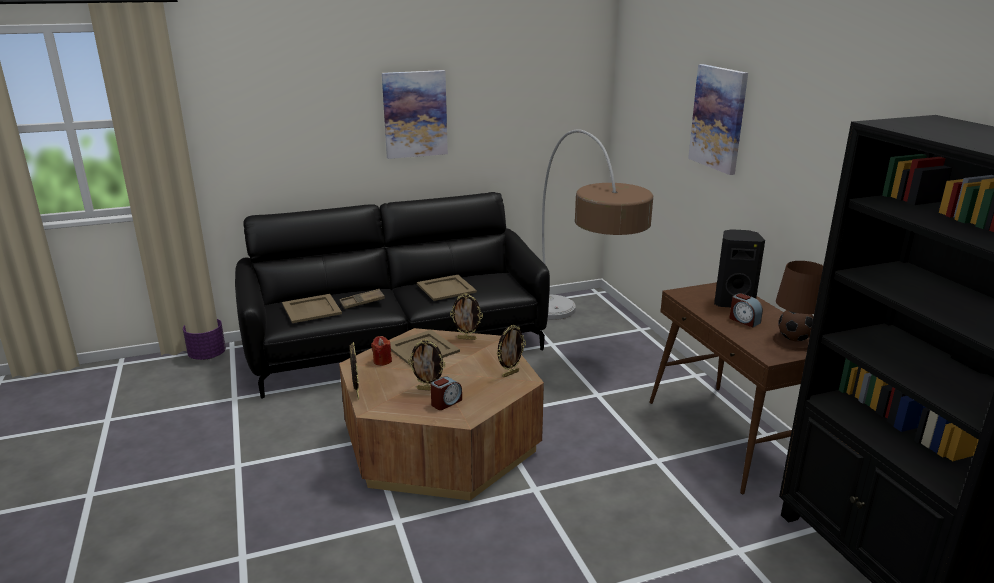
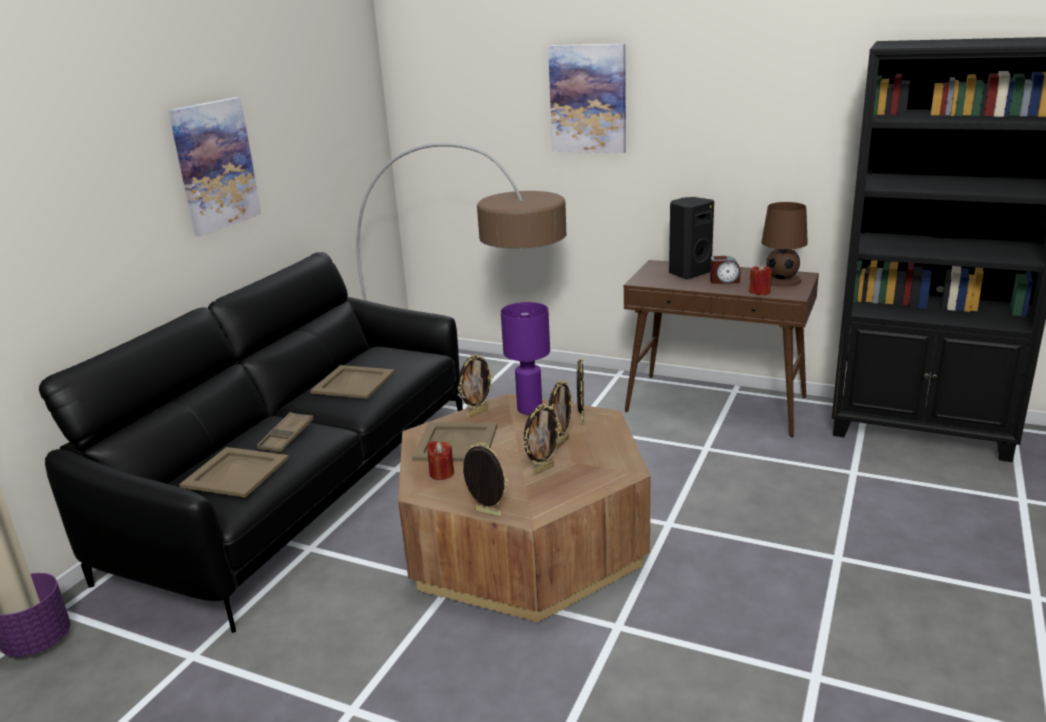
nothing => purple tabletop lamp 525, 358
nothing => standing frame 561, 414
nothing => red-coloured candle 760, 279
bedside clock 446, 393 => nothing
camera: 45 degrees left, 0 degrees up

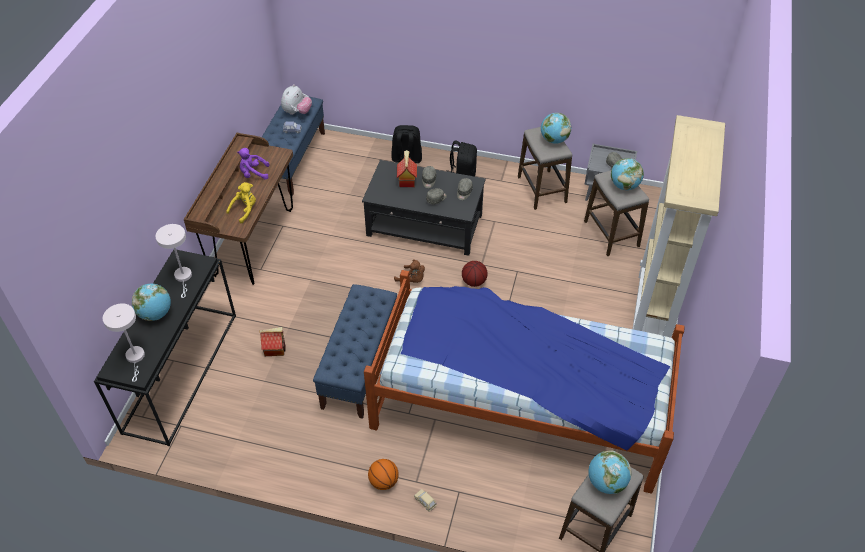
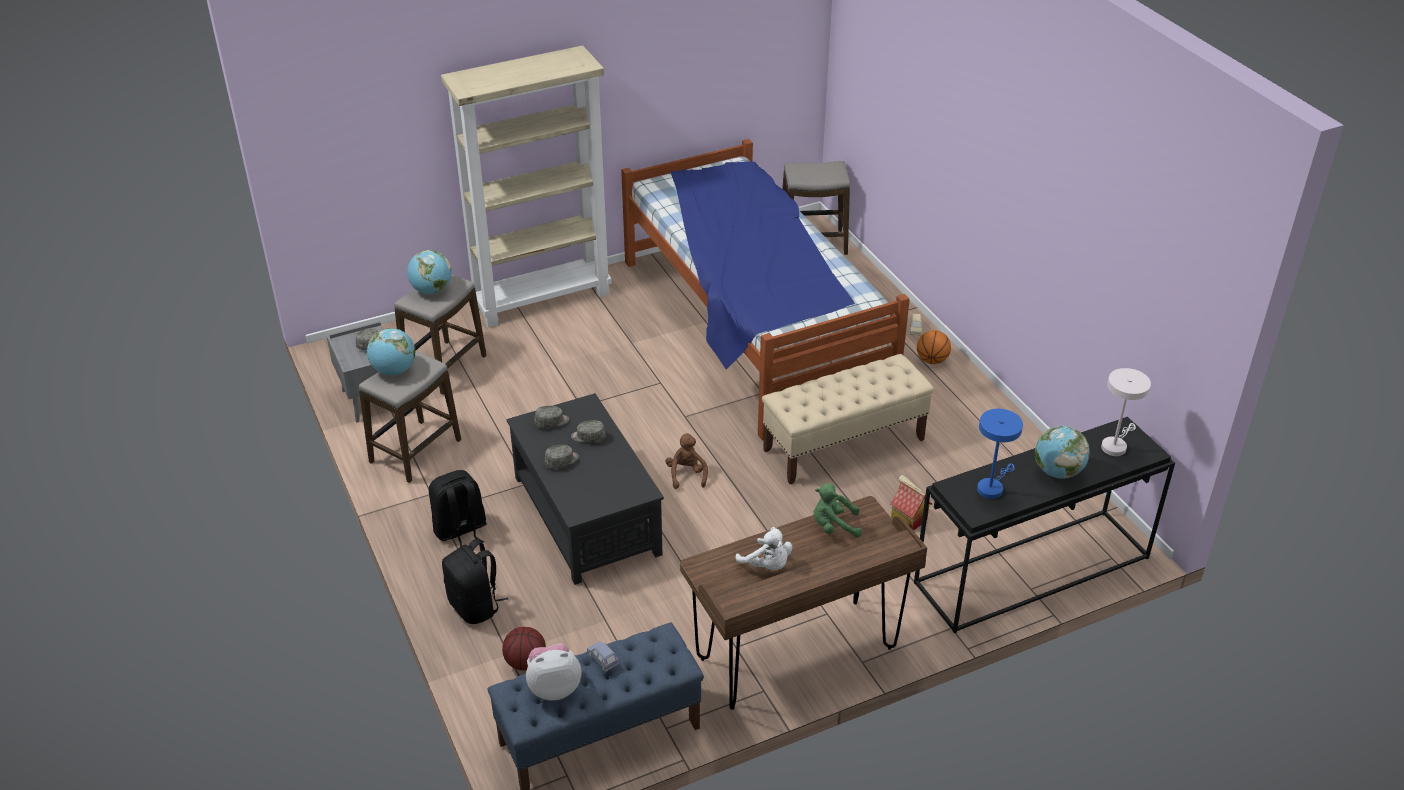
basketball 475, 274 => basketball 524, 648, moved
purple soft toy 253, 164 => white-coloured soft toy 764, 548
blue bench 355, 351 => sand-coloured bench 848, 419
yellowish soft toy 241, 202 => greenish soft toy 838, 510
white-coloured tabletop lamp 173, 261 => blue tabletop lamp 1000, 454
model house 407, 168 => nothing
desk globe 610, 472 => nothing
camera: 130 degrees left, 10 degrees down

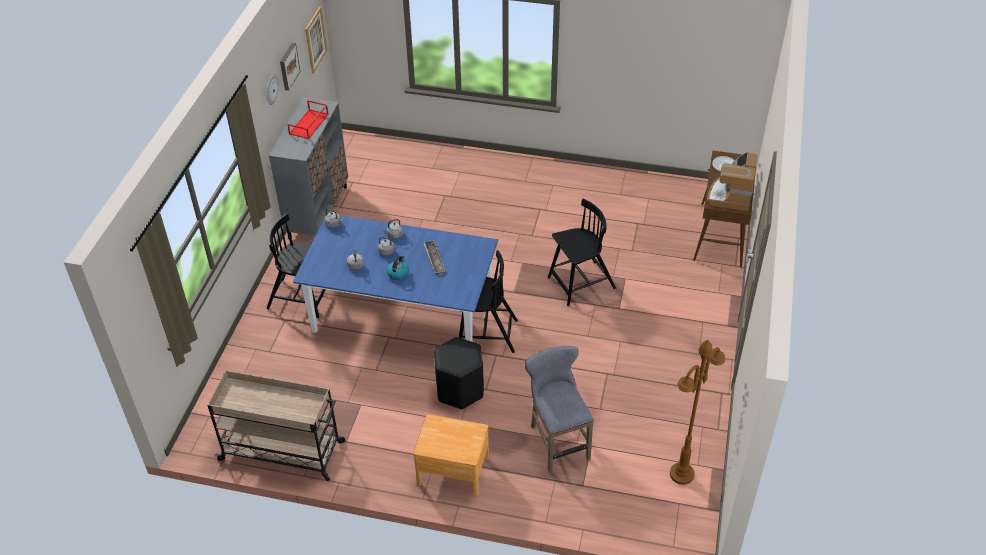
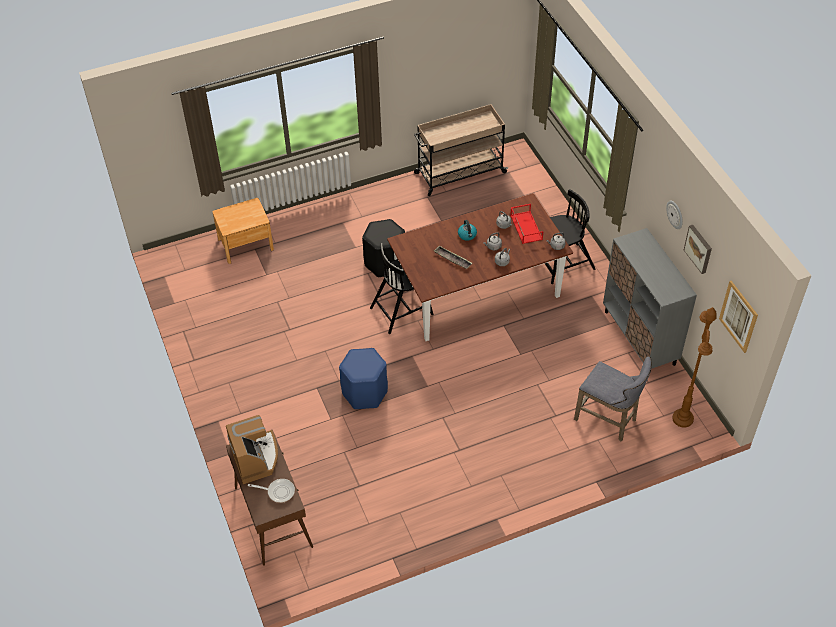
brown-coloured nightstand 451, 455 => brown-coloured nightstand 243, 231, moved
blackish chair 582, 252 => blue stool seat 363, 378
blue dinner table 395, 279 => brown-coloured dinner table 480, 267
red-coloured serving tray 308, 119 => red-coloured serving tray 526, 224, moved
gray stool seat 559, 409 => gray stool seat 613, 399, moved
brown-coloured standard lamp 697, 412 => brown-coloured standard lamp 694, 367, moved
camera: 145 degrees right, 5 degrees up

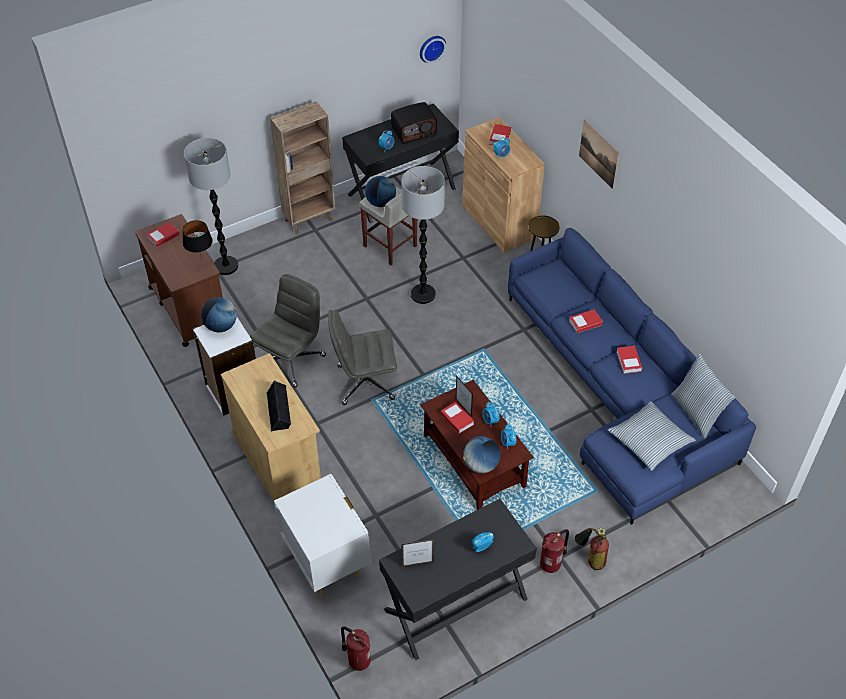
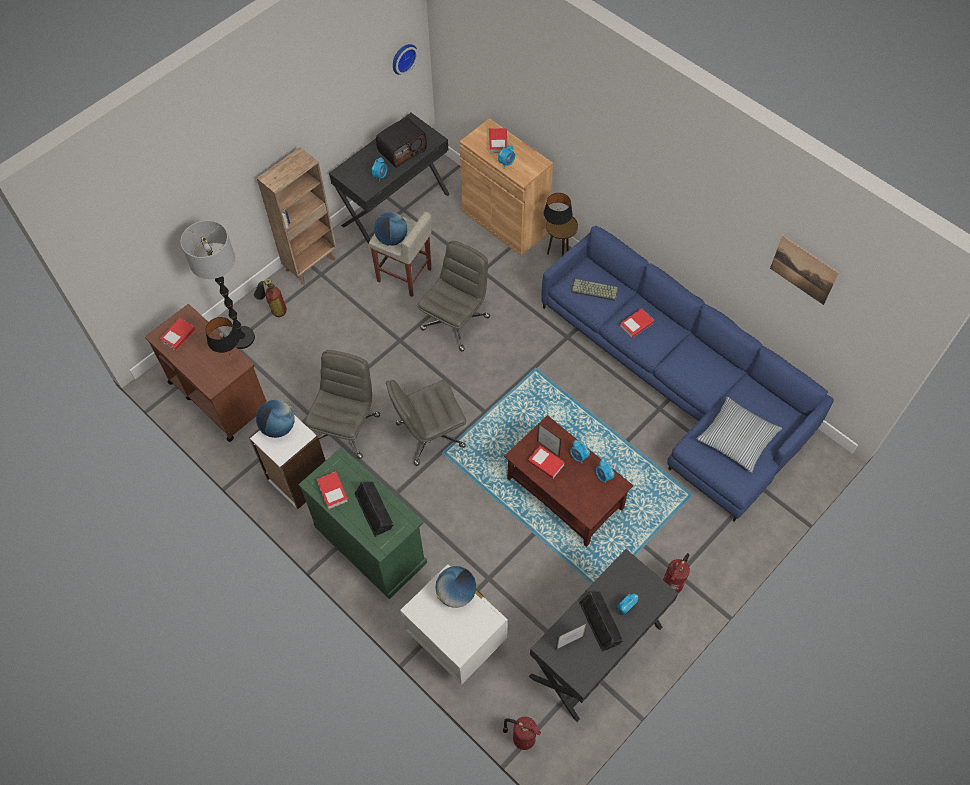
extinguisher 592, 549 => extinguisher 270, 297, moved
sand-coloured cupboard 271, 427 => greenish cupboard 362, 523
bound book 629, 360 => bound book 332, 490, moved
standard lamp 423, 235 => gray office chair 454, 296
desk globe 481, 454 => desk globe 455, 587, moved
nothing => blackish tabletop lamp 558, 209
nothing => keyboard 595, 290
nothing => blackish loudspeaker 601, 621
picture 599, 154 => picture 804, 270, moved
cushion 703, 396 => nothing
camera: 15 degrees left, 10 degrees up

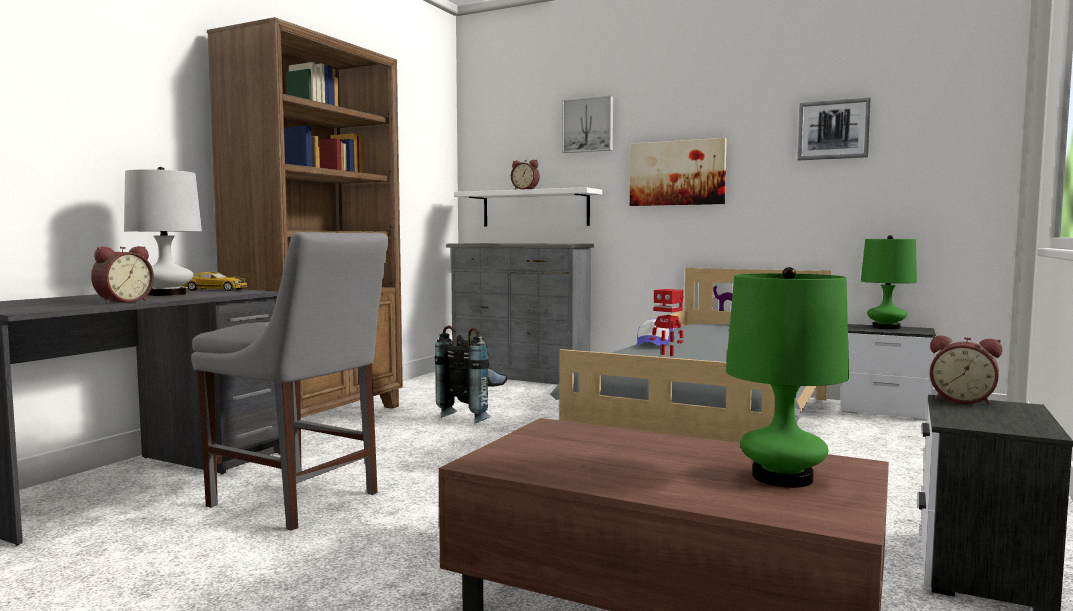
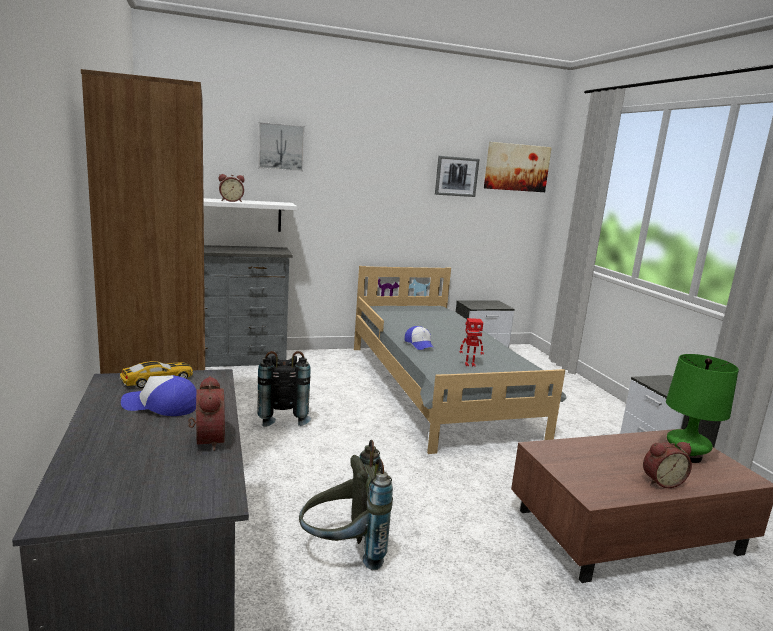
white-coloured tabletop lamp 163, 231 => cap 159, 395
gray chair 289, 381 => gray knapsack 346, 505
picture 678, 172 => picture 518, 167, moved
bedside clock 966, 370 => bedside clock 667, 465, moved
greenish tabletop lamp 889, 282 => nothing
camera: 45 degrees left, 10 degrees up

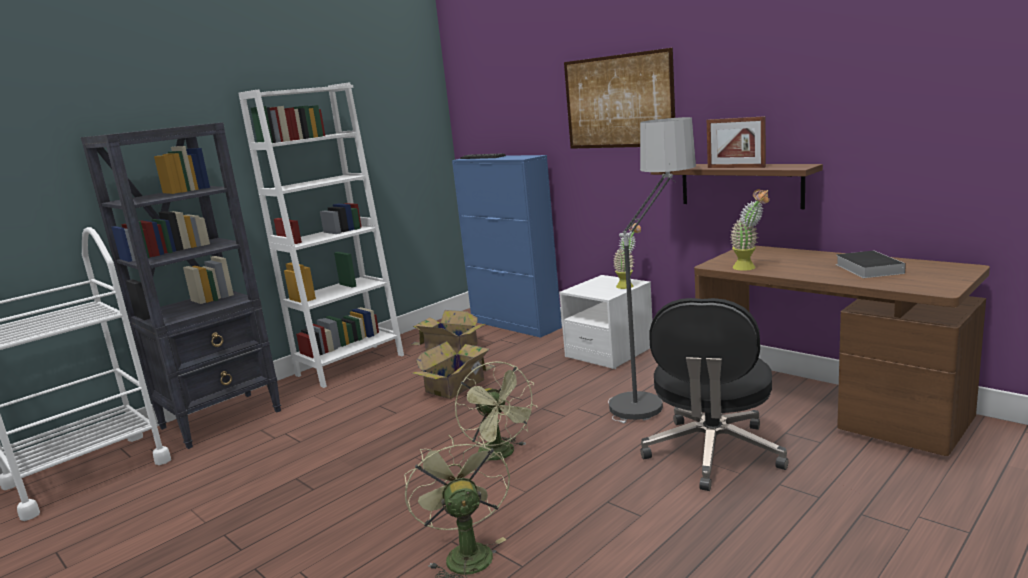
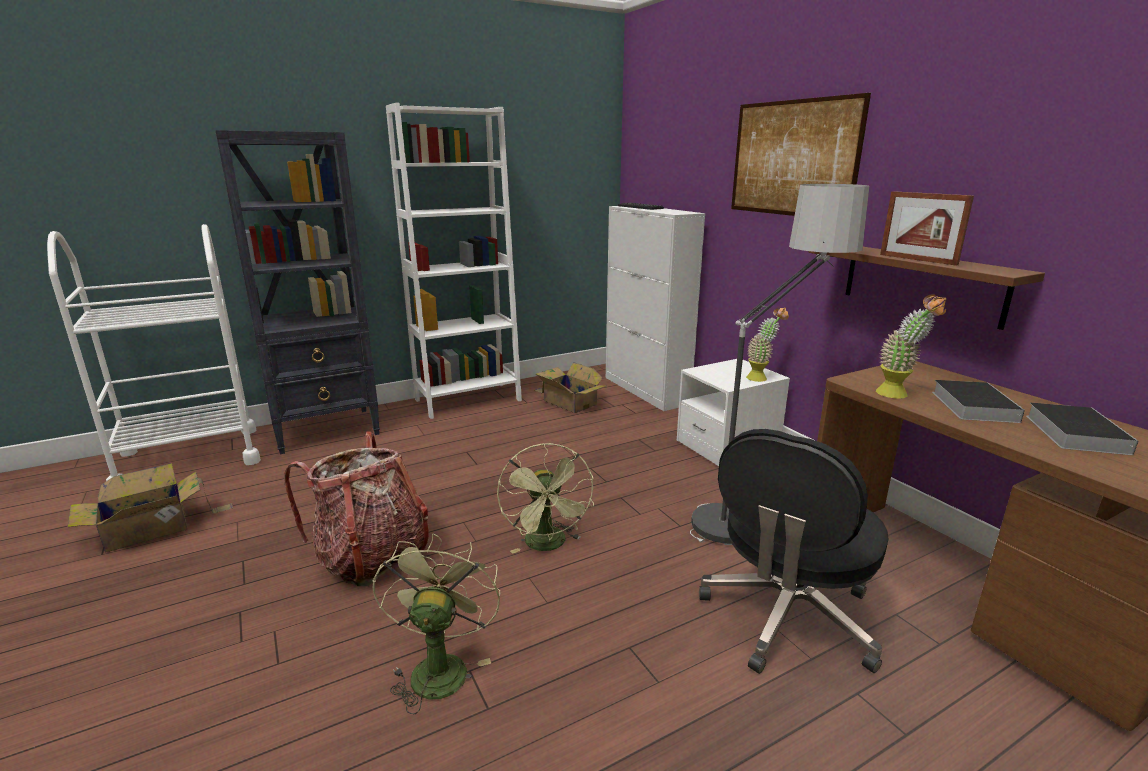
packing box 453, 370 => packing box 151, 507, moved
nothing => knapsack 356, 508
blue cupboard 507, 246 => white-coloured cupboard 655, 308
nothing => bound book 978, 401
camera: 15 degrees right, 5 degrees up

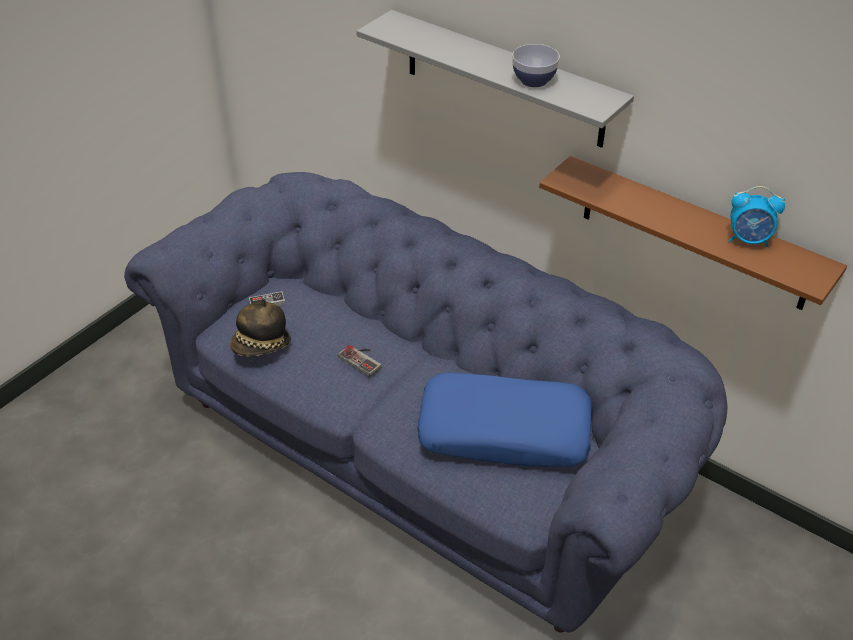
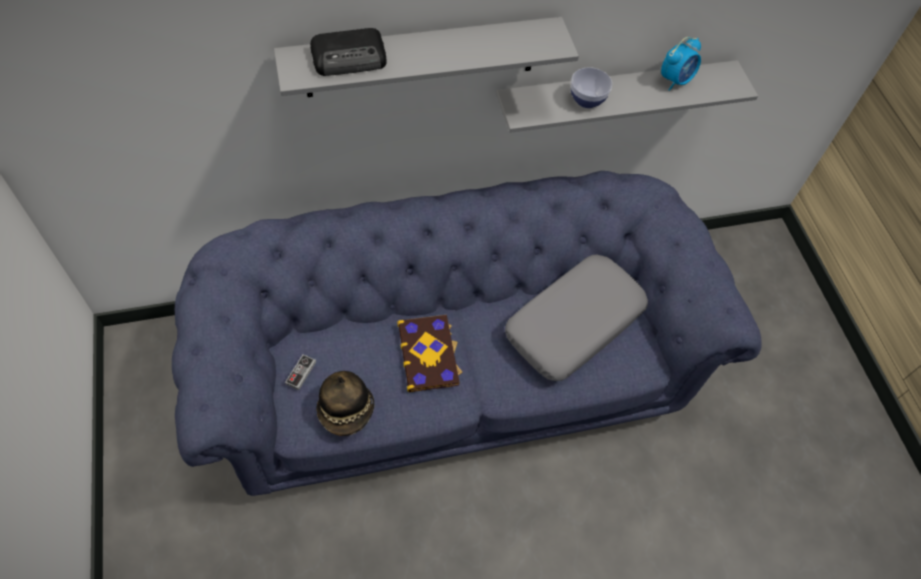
nothing => radio 348, 52
gamepad 359, 361 => bound book 430, 353
brown-coloured wall shelf 693, 233 => gray wall shelf 627, 96
blue cushion 504, 420 => gray cushion 576, 318
deep dish 536, 65 => deep dish 591, 87, moved
camera: 55 degrees left, 15 degrees up

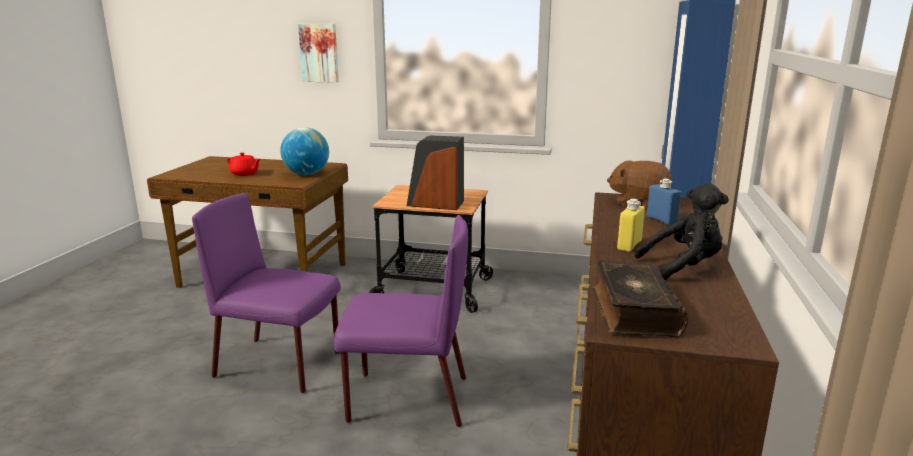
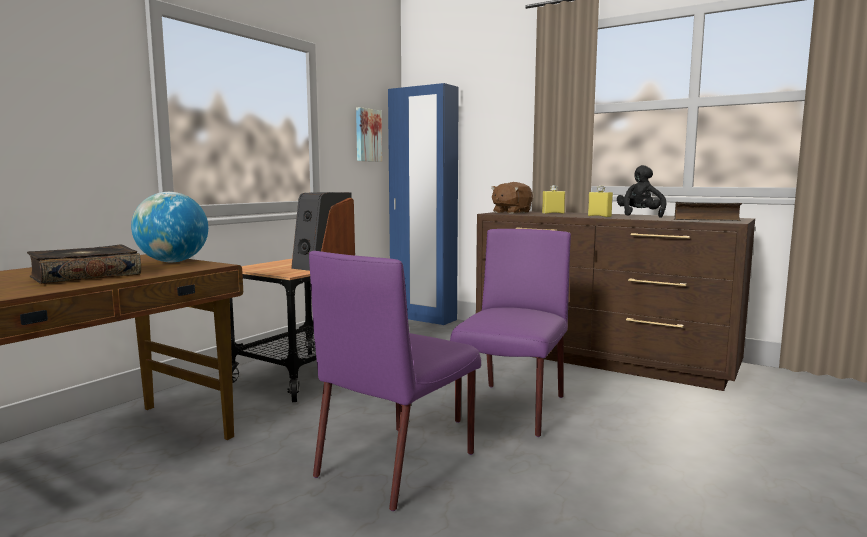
red-coloured pot for tea 244, 164 => bound book 84, 264
picture 318, 53 => picture 369, 134, moved
blue beverage bottle 663, 202 => yellowish beverage bottle 553, 199
camera: 70 degrees left, 10 degrees down

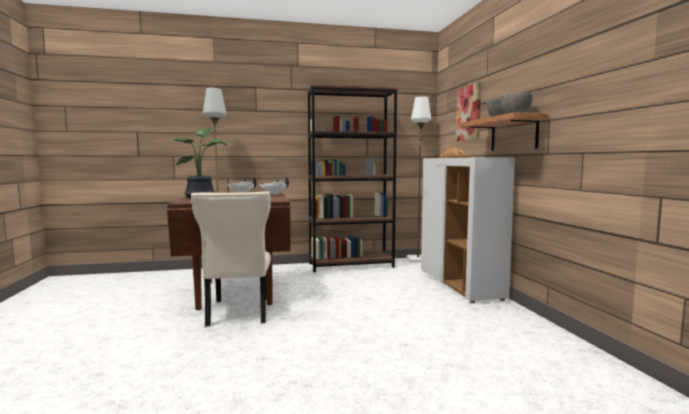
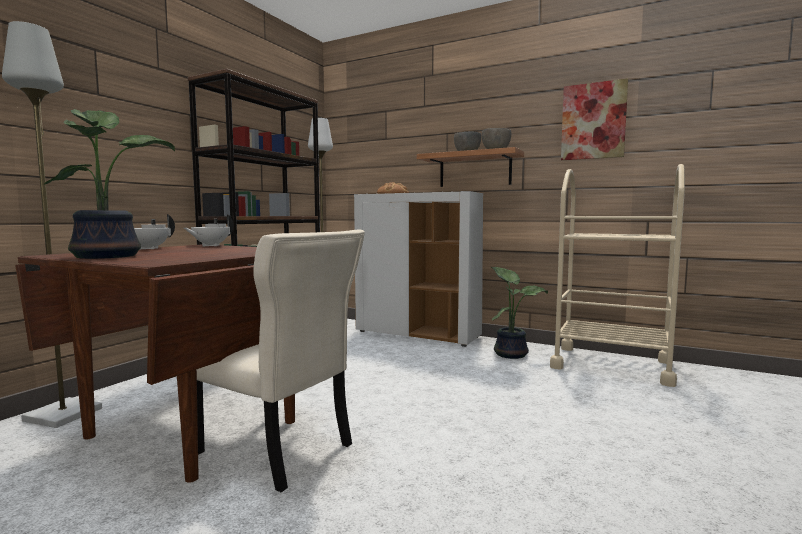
nothing => potted plant 519, 313
nothing => sand-coloured cart 617, 275
picture 468, 111 => picture 594, 119, moved
camera: 50 degrees left, 0 degrees up

